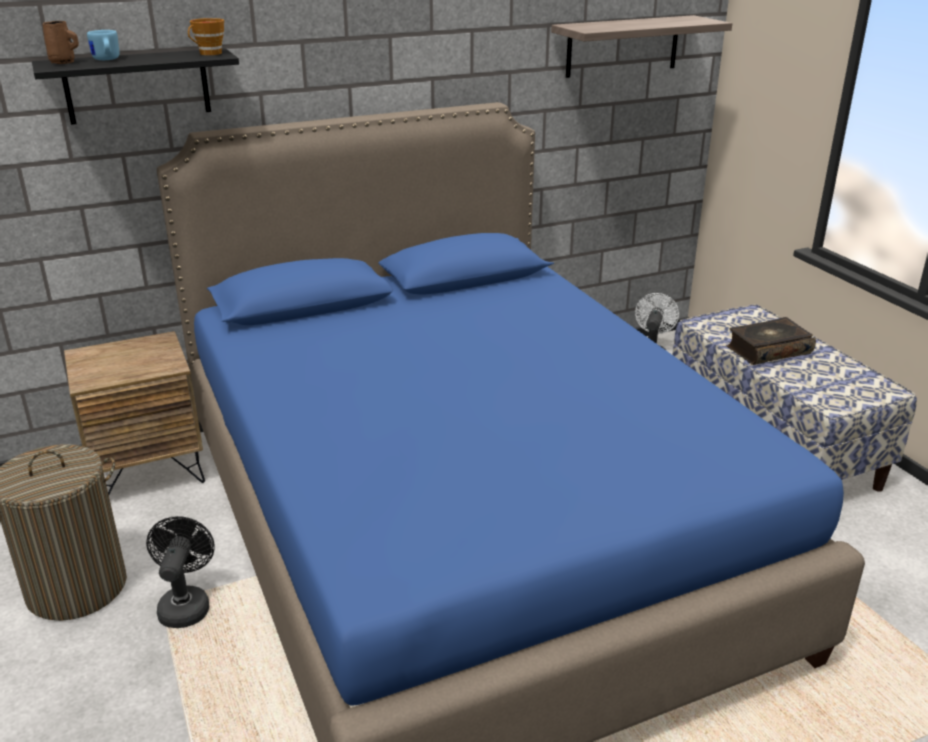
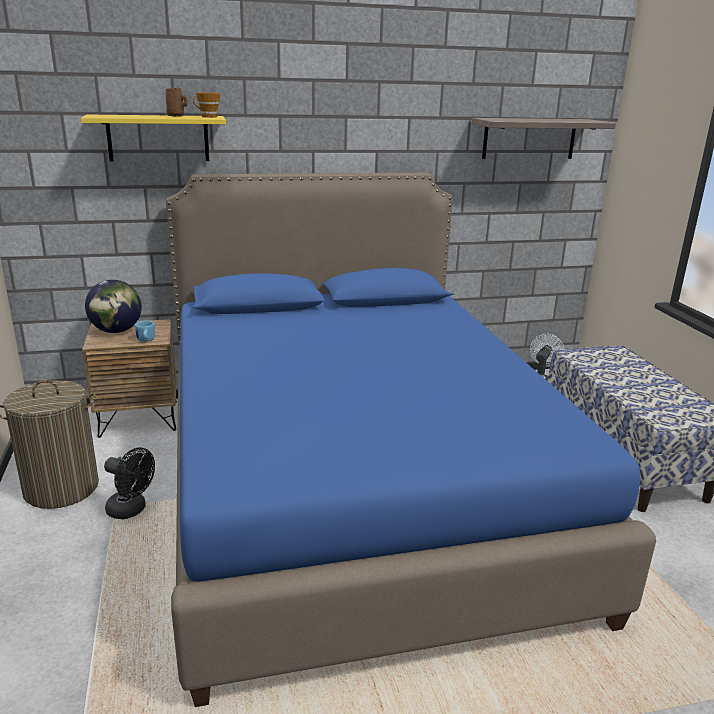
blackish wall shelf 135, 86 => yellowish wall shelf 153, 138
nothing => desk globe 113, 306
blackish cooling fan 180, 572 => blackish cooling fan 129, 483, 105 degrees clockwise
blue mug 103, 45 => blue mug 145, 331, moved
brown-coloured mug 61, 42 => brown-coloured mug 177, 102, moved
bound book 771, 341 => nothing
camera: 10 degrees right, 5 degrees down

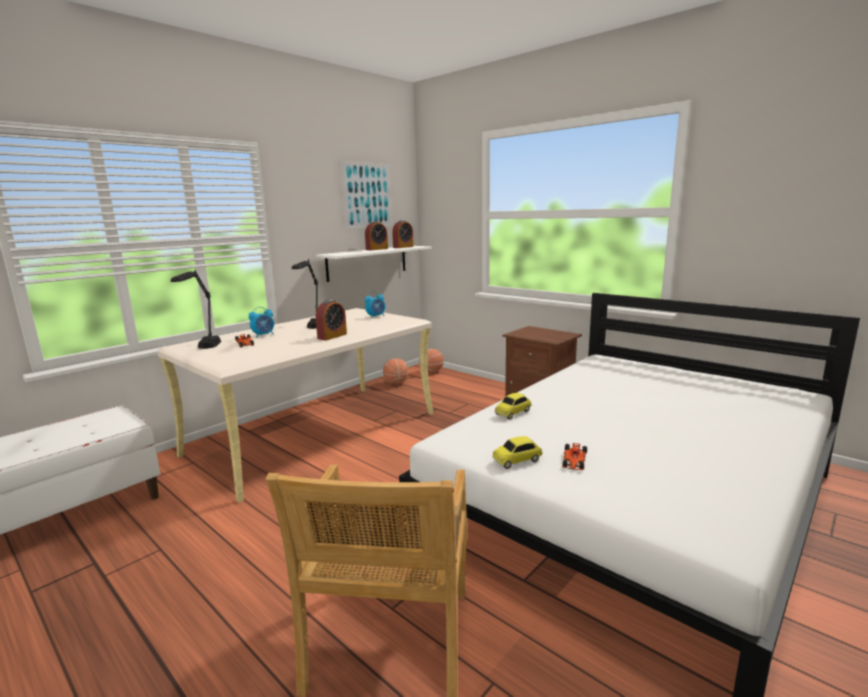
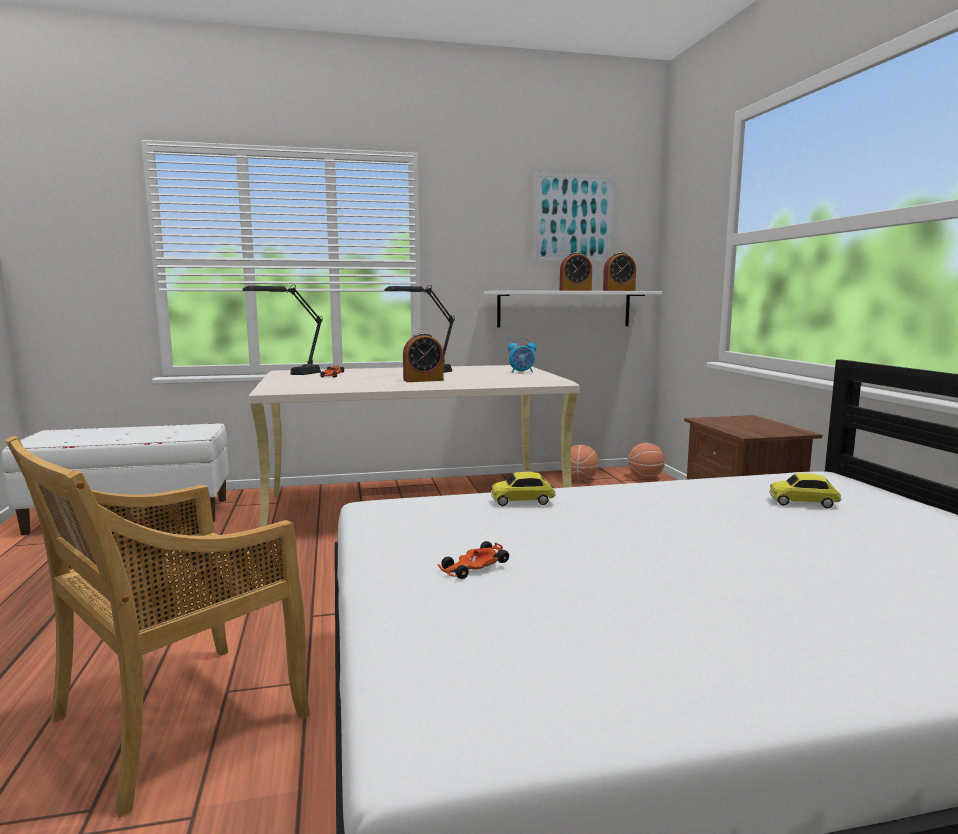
model car 517, 452 => model car 805, 490, moved
bedside clock 261, 322 => nothing
camera: 35 degrees right, 5 degrees down

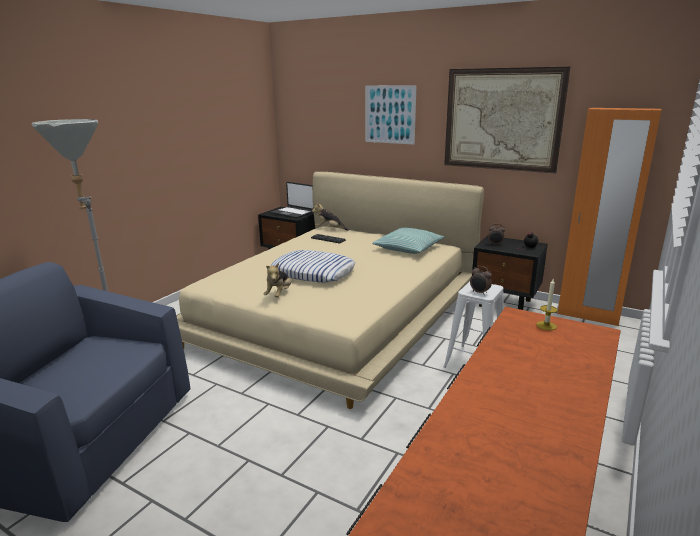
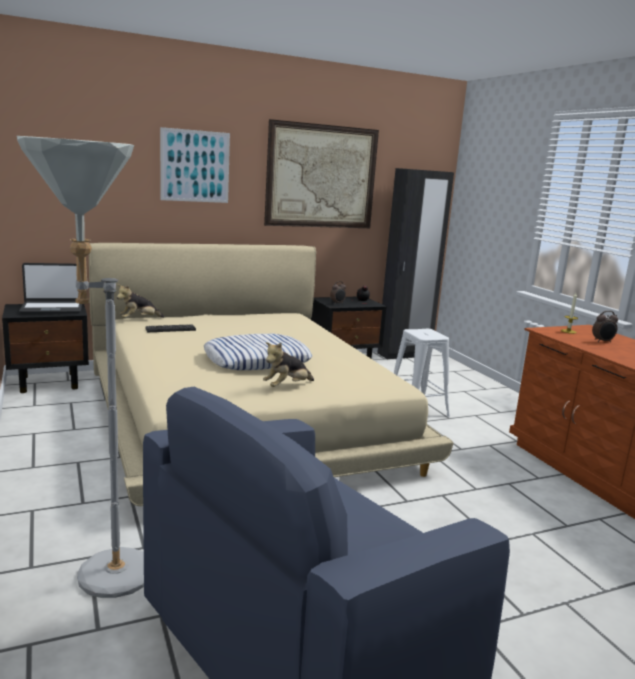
soft toy 277, 280 => soft toy 288, 364, 90 degrees clockwise
orange-coloured clothes cupboard 609, 217 => blackish clothes cupboard 415, 264
bedside clock 481, 280 => bedside clock 605, 326, moved
cushion 408, 241 => nothing
camera: 55 degrees left, 5 degrees down

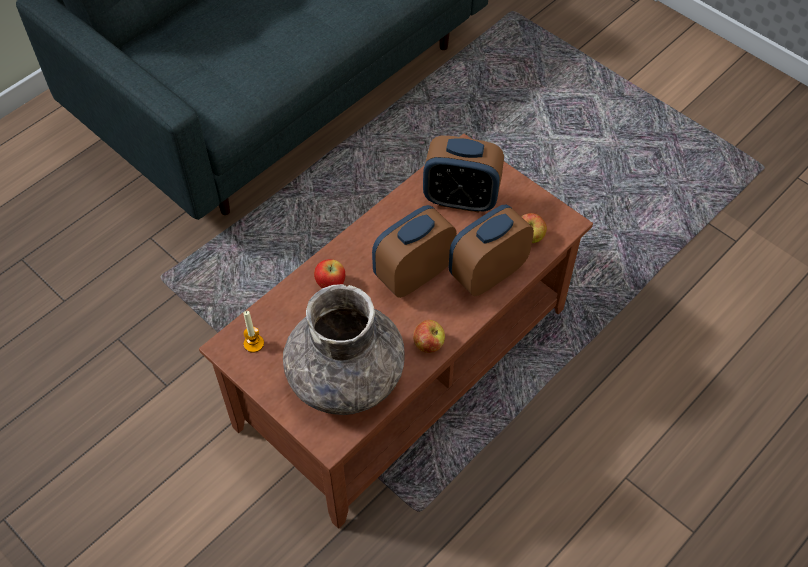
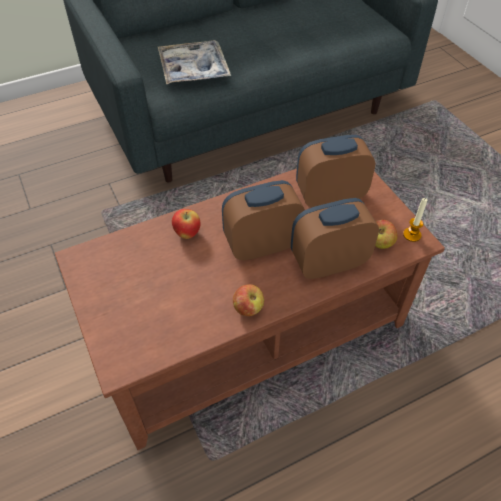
nothing => serving tray 194, 62
bedside clock 463, 173 => bedside clock 335, 171, 135 degrees clockwise
candle 254, 332 => candle 415, 220, moved
gray vase 344, 349 => nothing
camera: 20 degrees right, 5 degrees down

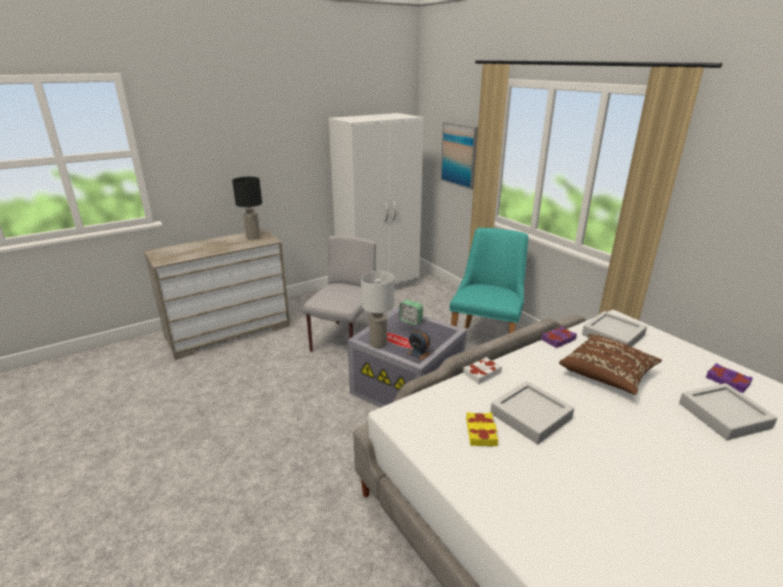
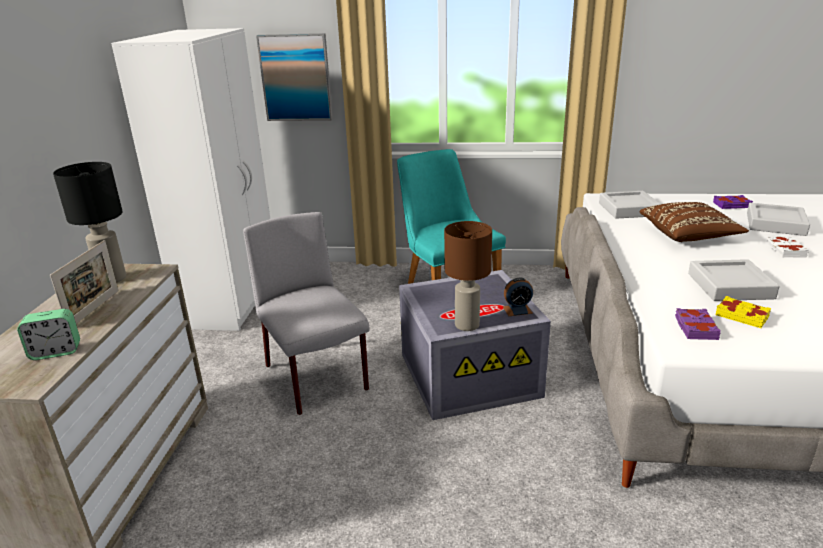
bedside clock 411, 312 => bedside clock 48, 334, moved
nothing => standing frame 84, 282
white-coloured tabletop lamp 377, 309 => brown-coloured tabletop lamp 468, 276
purple bound book 559, 337 => purple bound book 698, 324, moved
white-coloured bound book 482, 370 => white-coloured bound book 787, 247, moved
camera: 50 degrees left, 0 degrees up

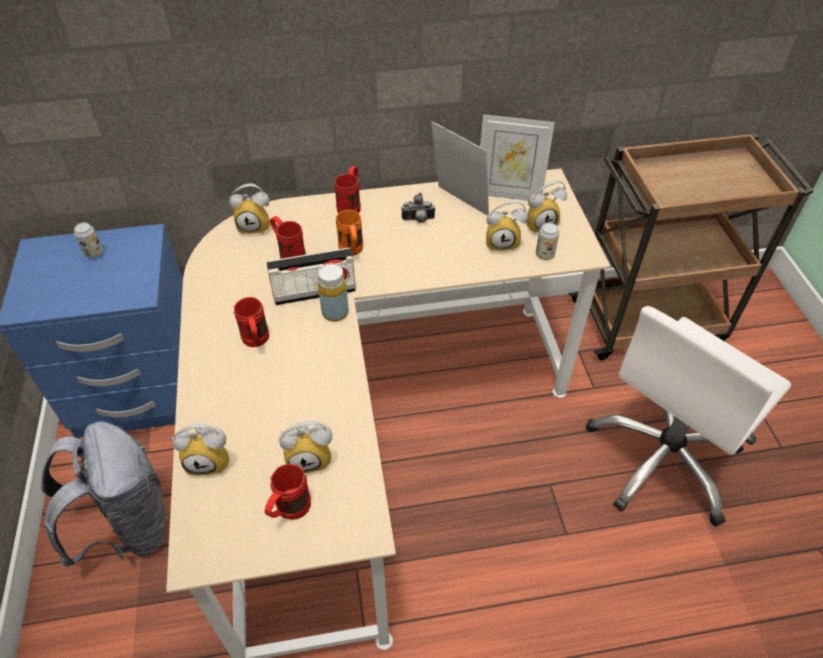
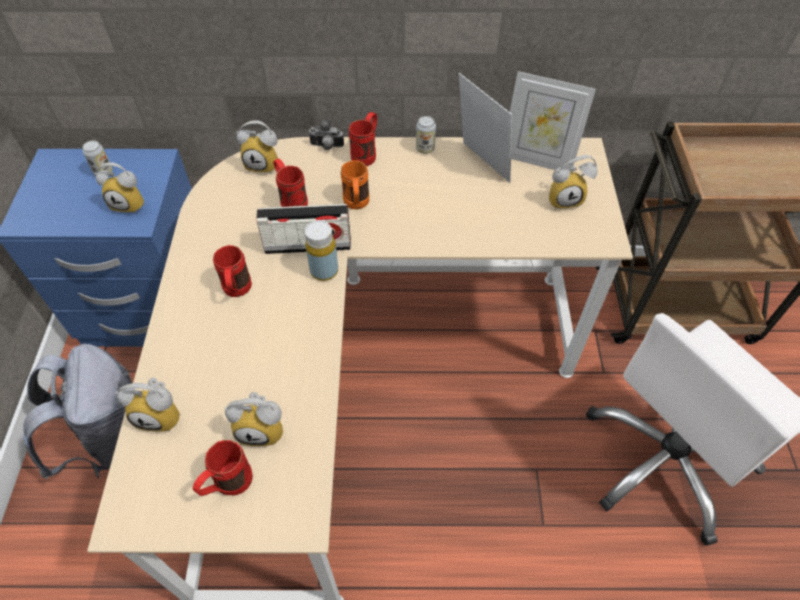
bedside clock 507, 226 => bedside clock 119, 188, moved
photo camera 418, 208 => photo camera 326, 134, moved
can 547, 241 => can 426, 135, moved
camera: 10 degrees right, 5 degrees up

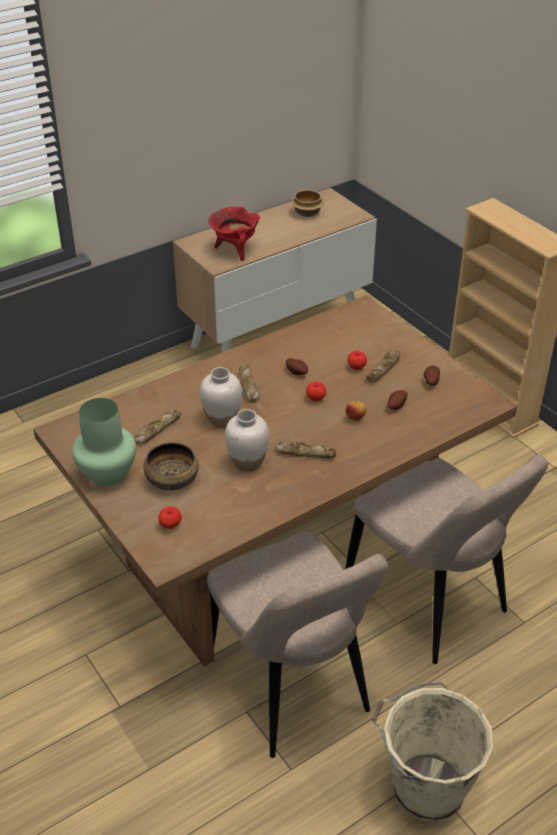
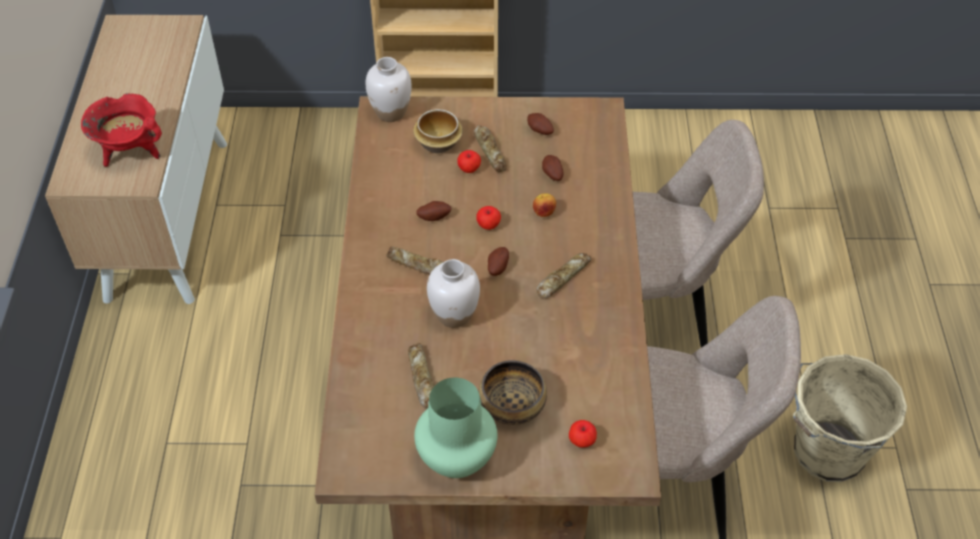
white-coloured vase 247, 440 => white-coloured vase 388, 89, moved
deep dish 308, 203 => deep dish 438, 131, moved
nothing => potato 498, 261
camera: 55 degrees left, 10 degrees up

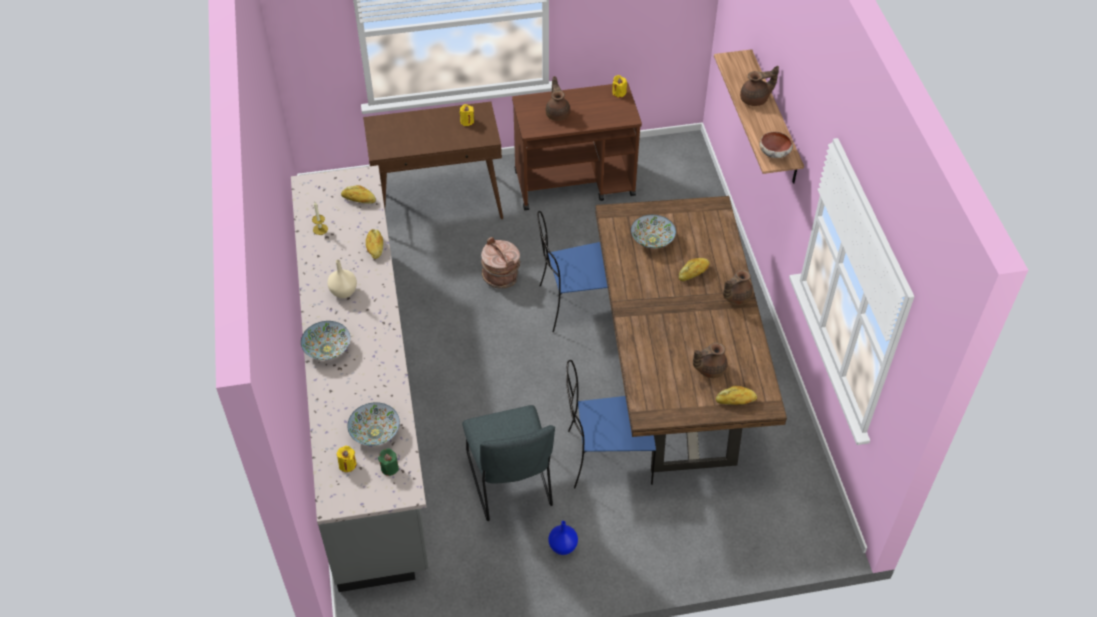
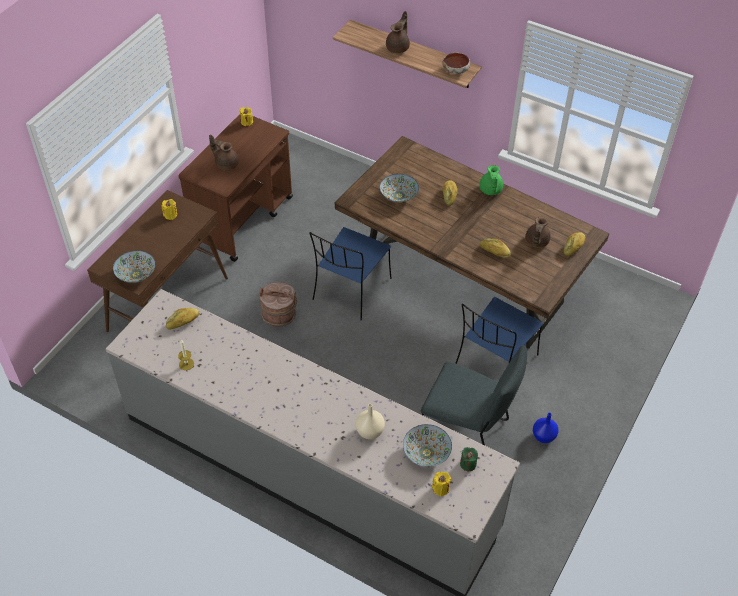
deep dish 325, 340 => deep dish 134, 267, moved
sand-coloured vase 342, 278 => sand-coloured vase 370, 421, moved
brown-coloured pot for tea 738, 287 => greenish pot for tea 491, 180
bread 374, 244 => bread 495, 248, moved
camera: 50 degrees left, 0 degrees up

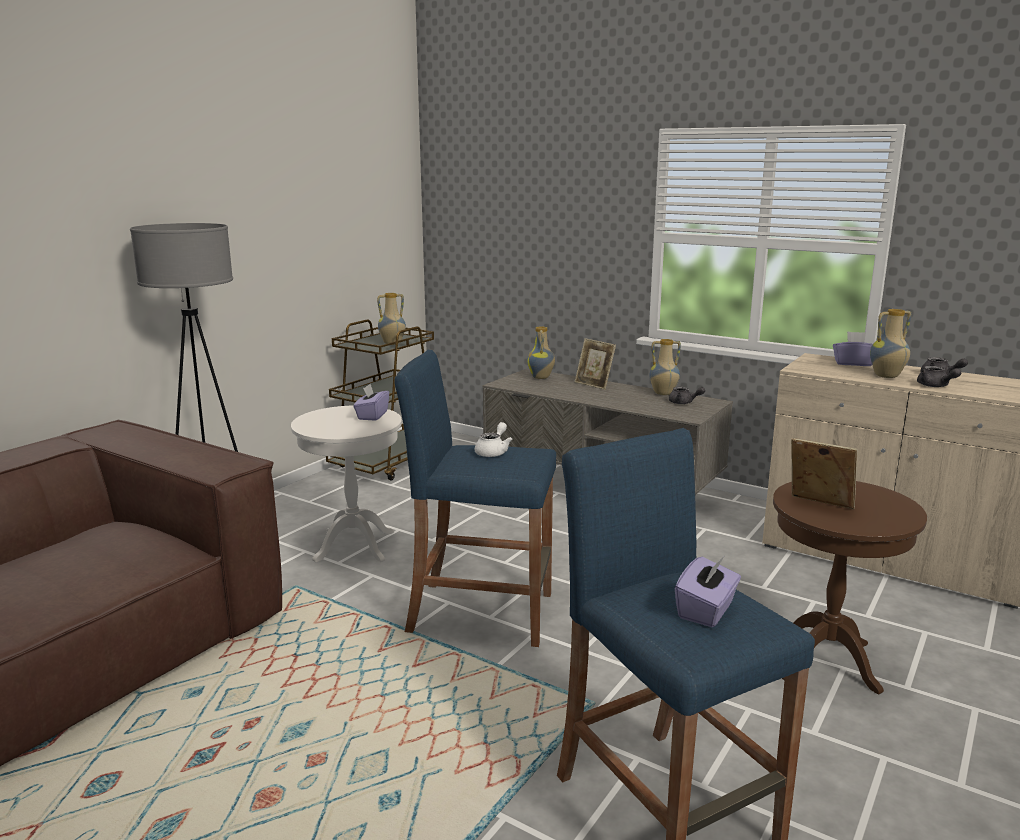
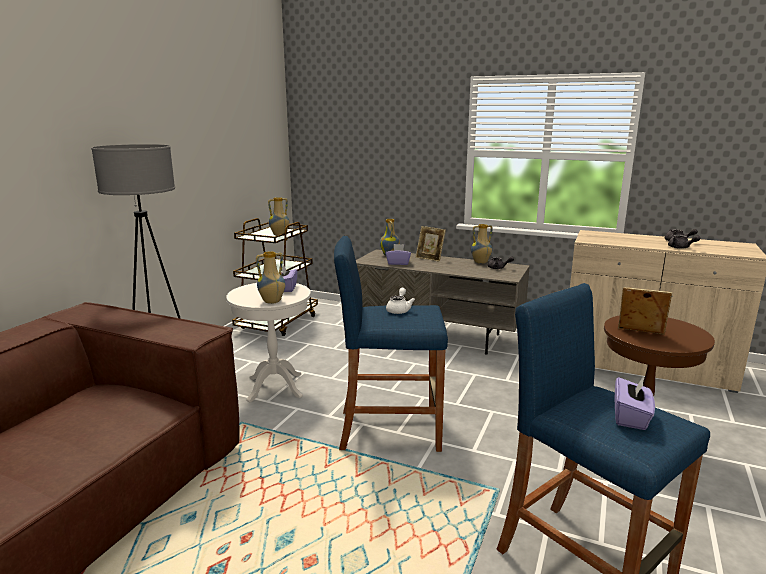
vase 890, 343 => vase 270, 278, moved
purple box of tissues 853, 348 => purple box of tissues 398, 254, moved
camera: 10 degrees left, 0 degrees up

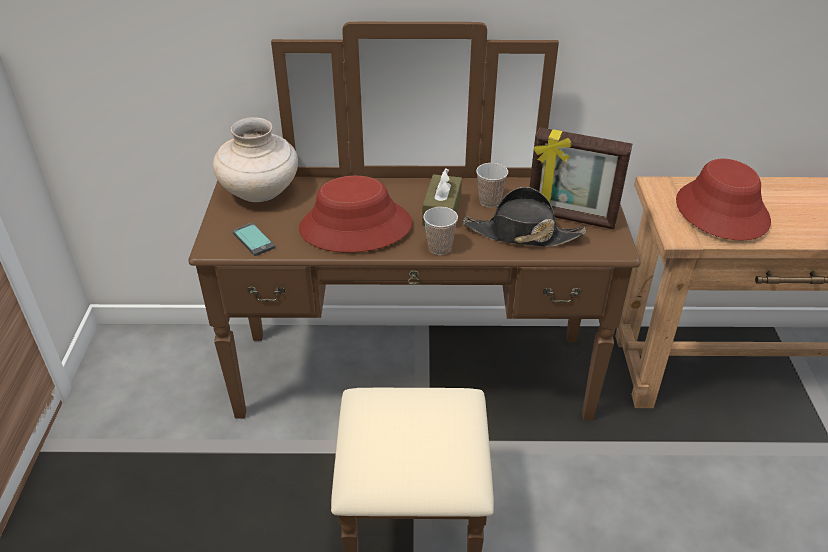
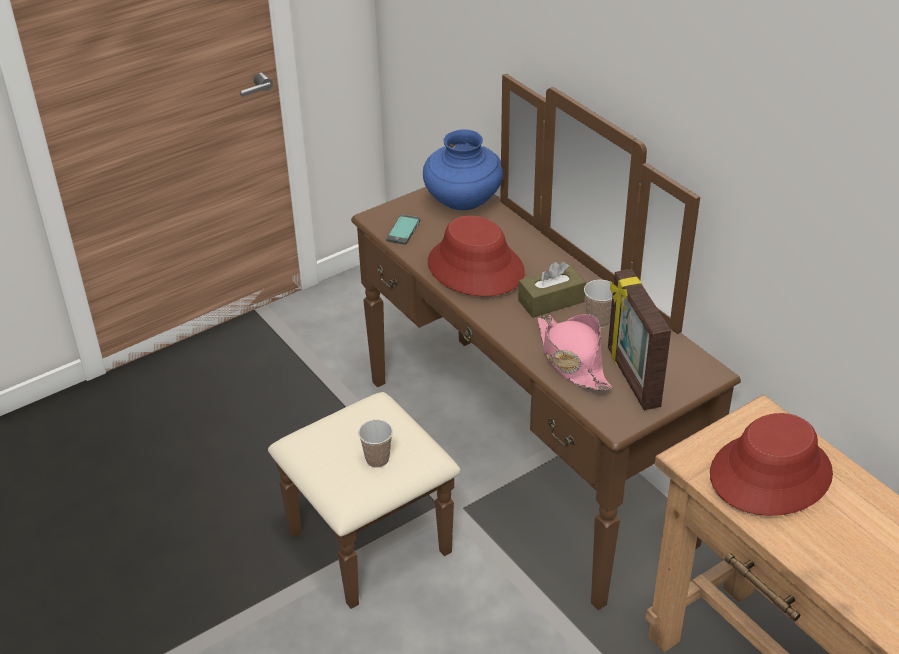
drinking cup 440, 231 => drinking cup 375, 443, moved
sand-coloured vase 255, 159 => blue vase 463, 170
blackish wearable hat 524, 217 => pinkish wearable hat 575, 352
camera: 55 degrees right, 0 degrees up

